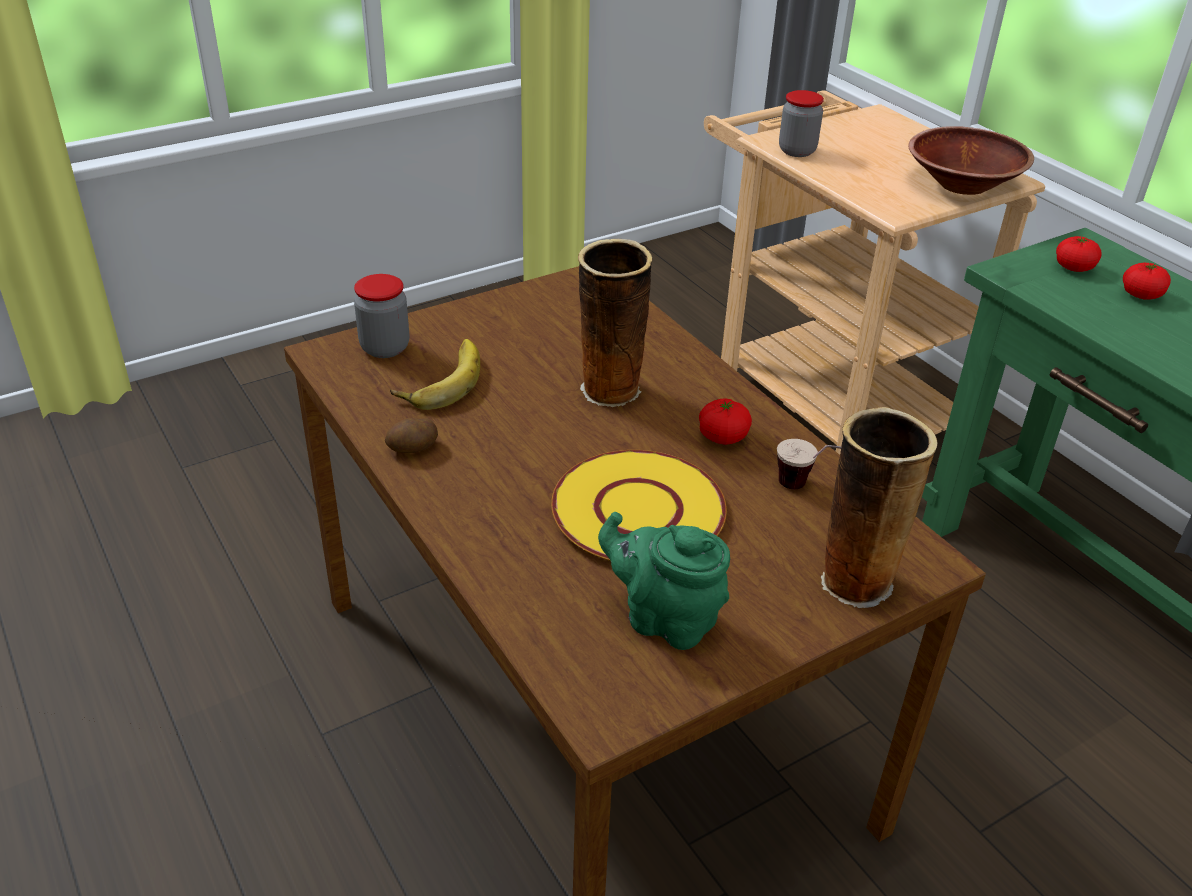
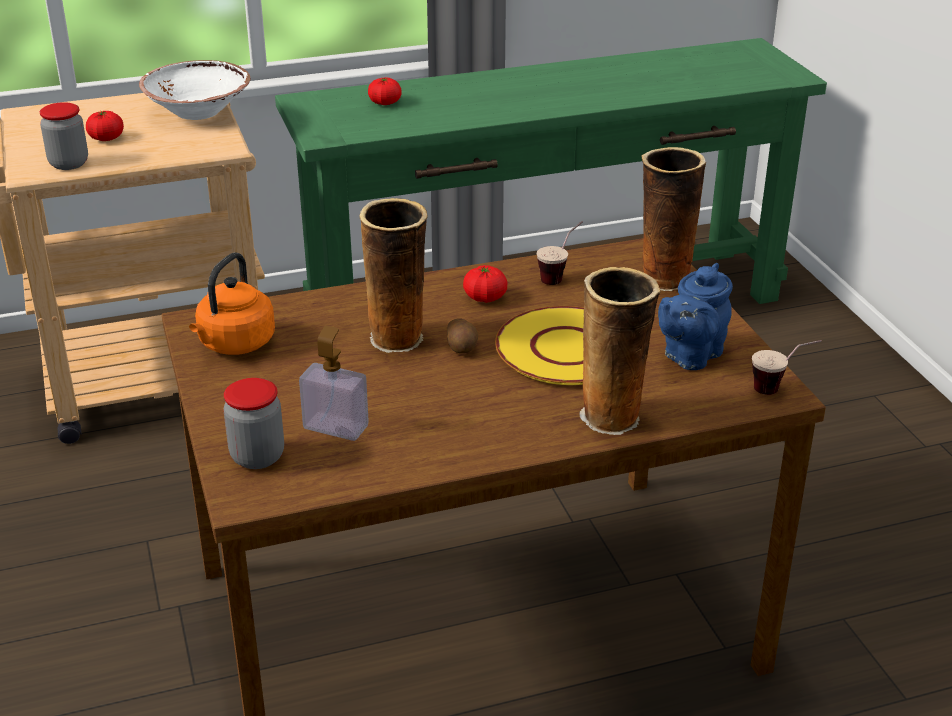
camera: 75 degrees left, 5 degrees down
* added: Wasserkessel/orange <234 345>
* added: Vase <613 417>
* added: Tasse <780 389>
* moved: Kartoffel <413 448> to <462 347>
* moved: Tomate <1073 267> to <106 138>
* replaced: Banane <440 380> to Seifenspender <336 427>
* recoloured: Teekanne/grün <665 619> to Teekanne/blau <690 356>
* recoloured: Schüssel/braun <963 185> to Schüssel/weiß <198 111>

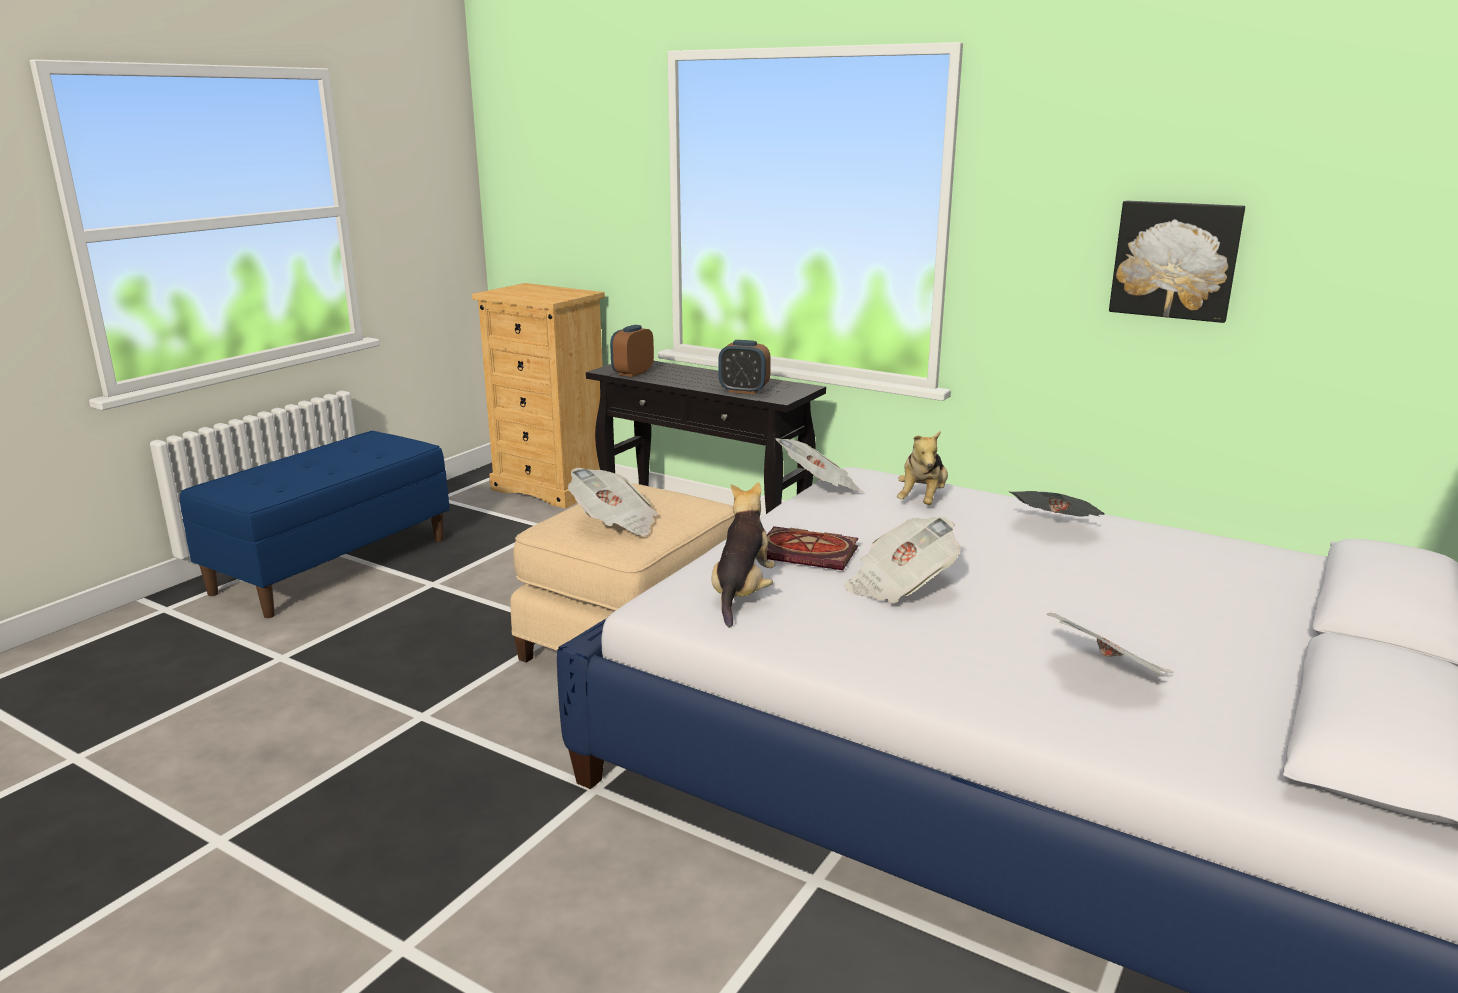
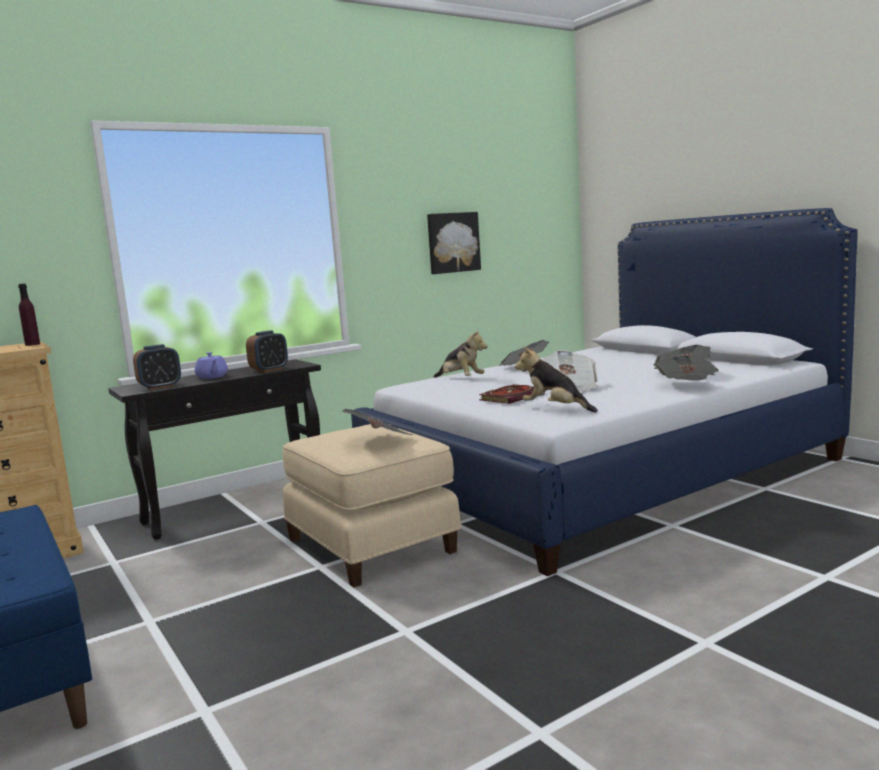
camera: 65 degrees left, 10 degrees down
* added: Flasche/lila <32 344>
* added: Teekanne/lila <212 377>
* moved: Zeitung <819 487> to <687 386>
* turned: Wecker <632 373> = <160 387> 90 degrees counterclockwise

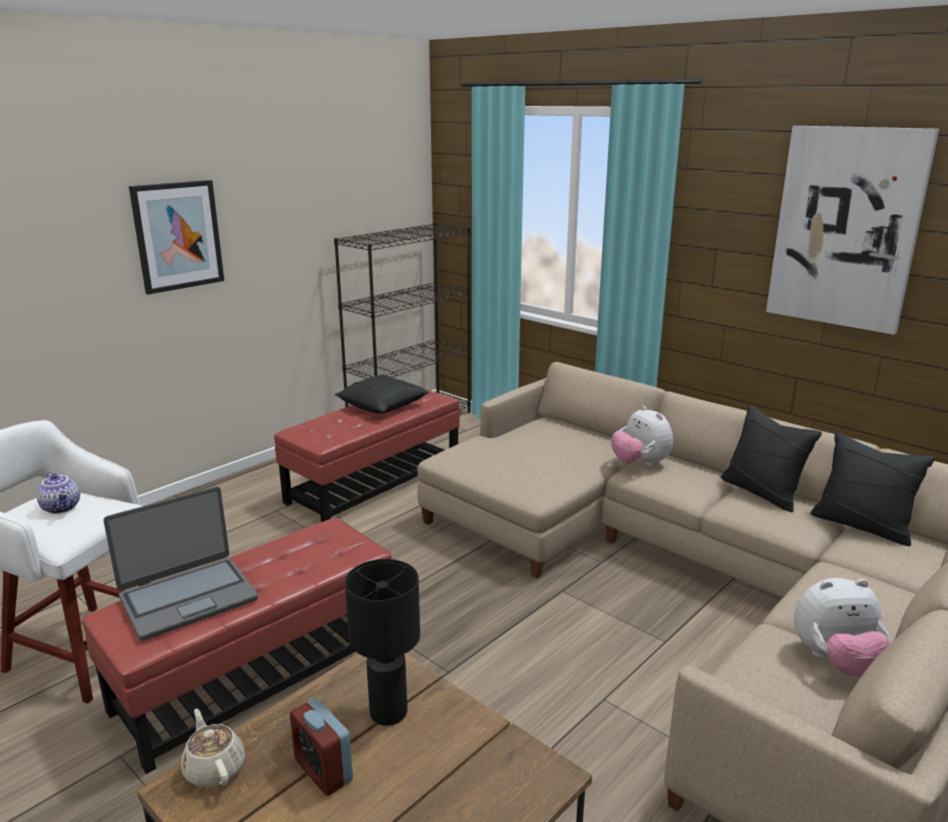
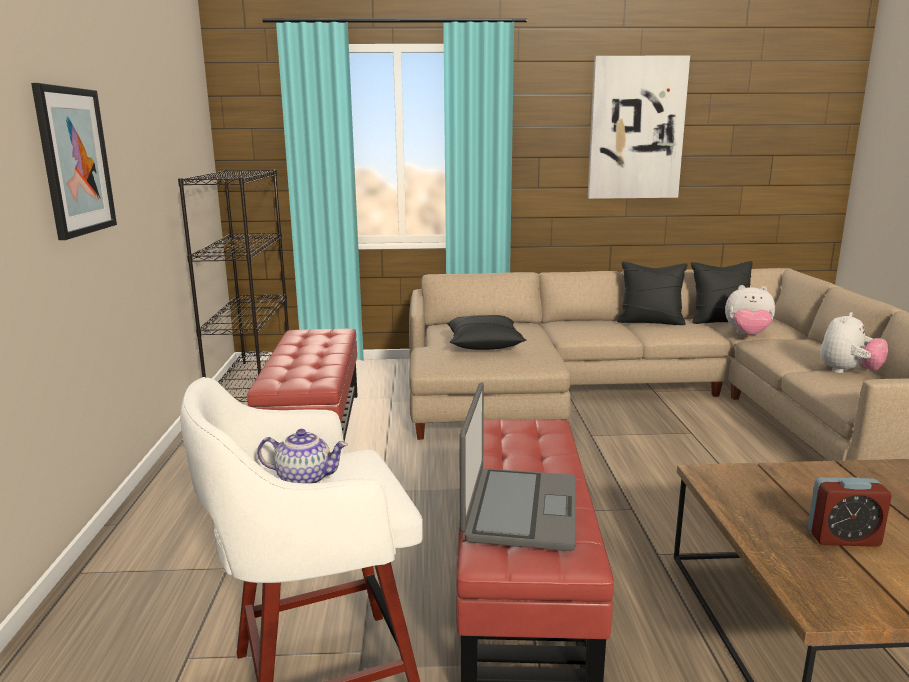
camera: 45 degrees left, 5 degrees down
* removed: Teekanne/beige <214 768>
* removed: Tischlampe/schwarz <388 713>
* moved: Kissen/schwarz <383 406> to <484 344>
* moved: Plüschtier <640 464> to <747 335>

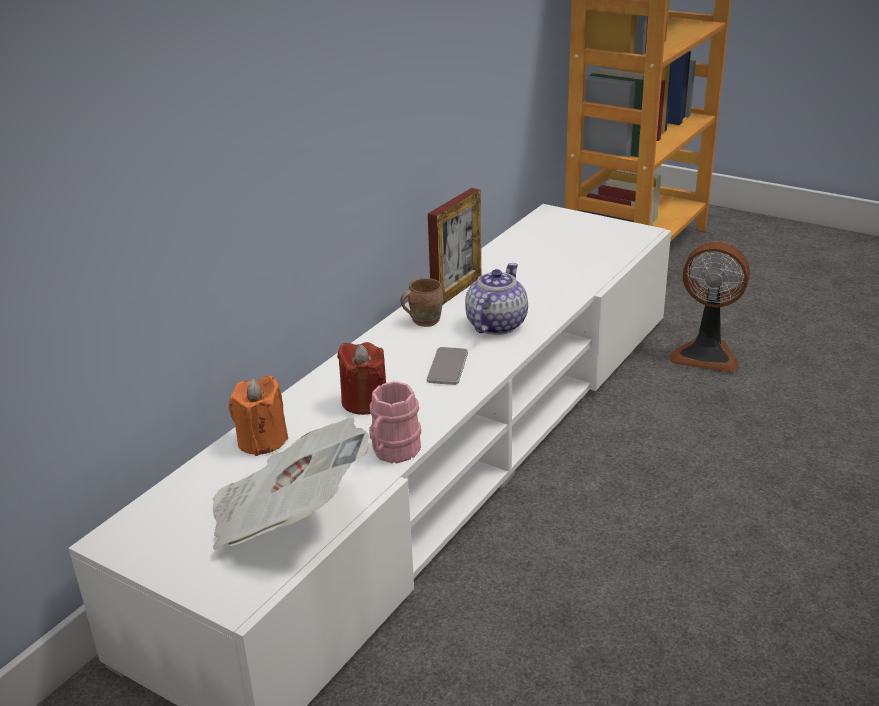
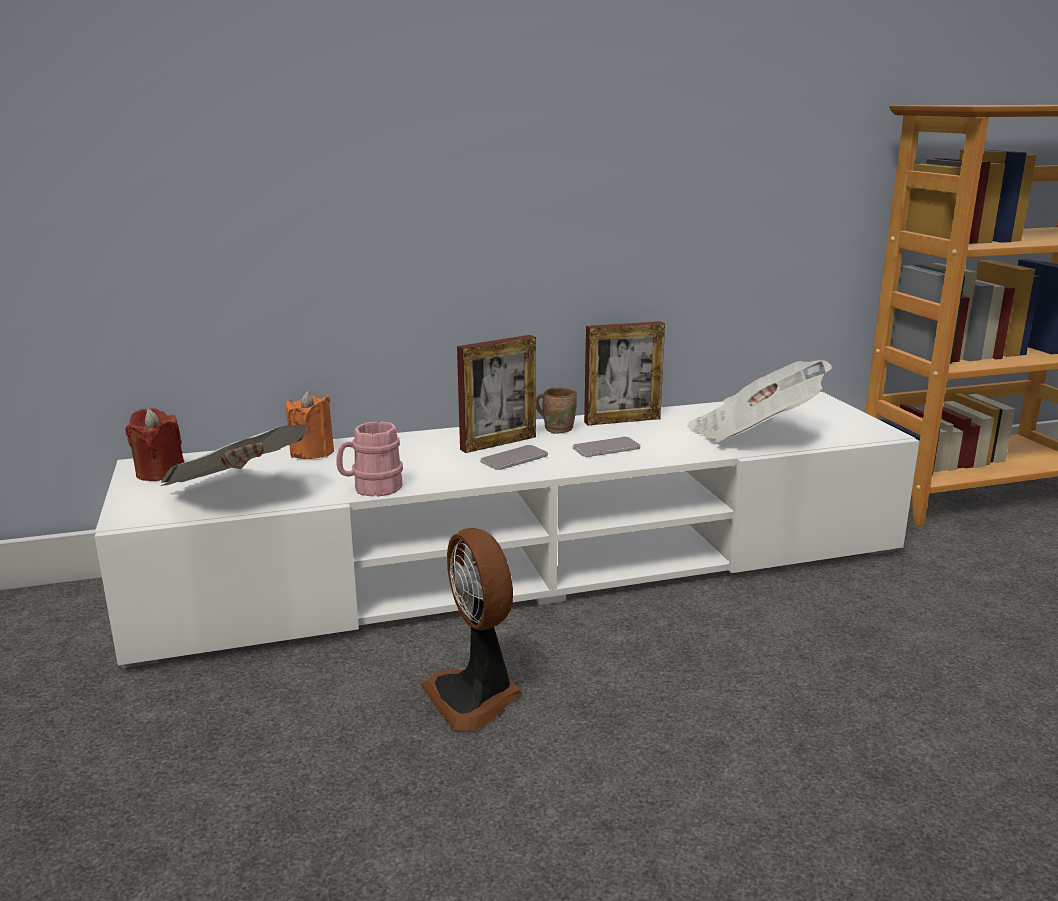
camera: 40 degrees right, 10 degrees down
* added: Bilderrahmen <498 443>
* added: Zeitung <753 434>
* moved: Kerze/rot <364 402> to <160 472>
* moved: Ventilator <706 354> to <475 696>
* replaced: Teekanne <495 325> to Handy <606 448>

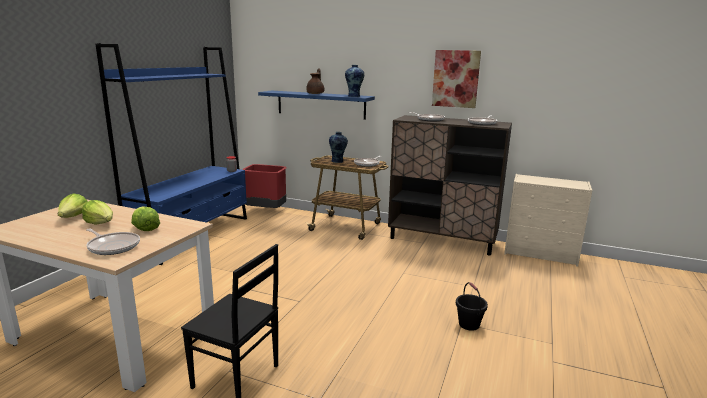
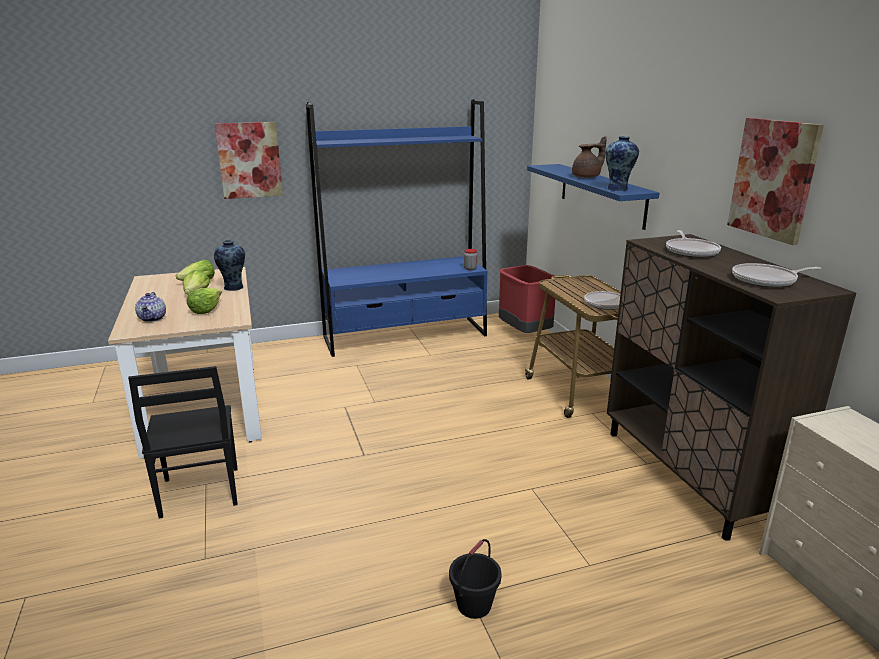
camera: 50 degrees right, 5 degrees up
* added: Bild <249 160>
* moved: Vase <338 161> to <233 288>
* replaced: Pfanne <113 246> to Teekanne <153 319>

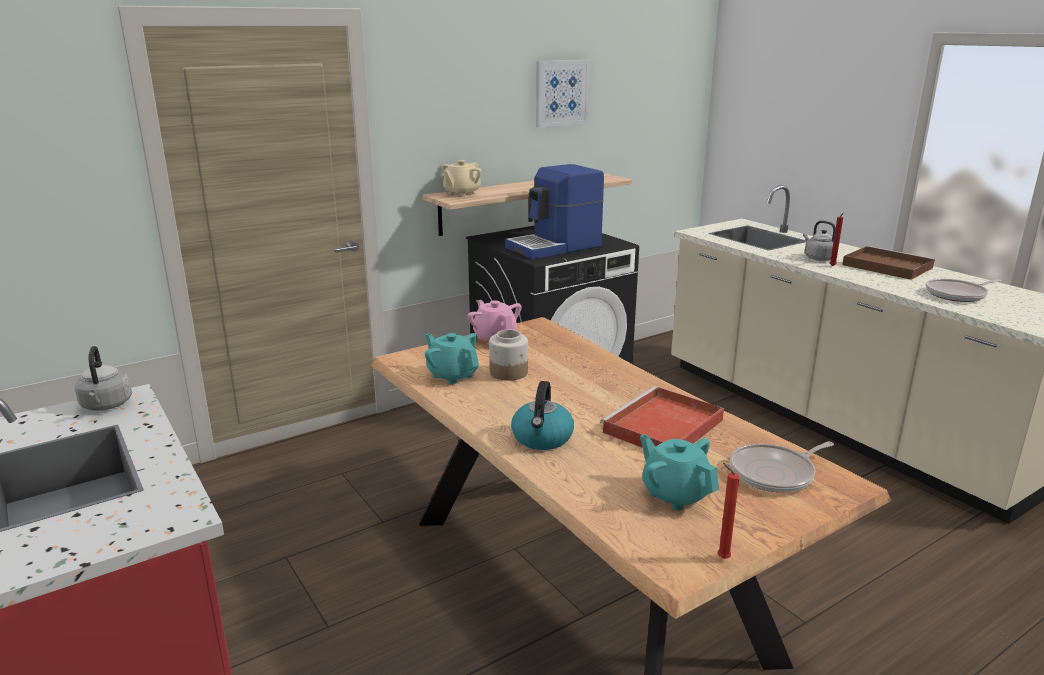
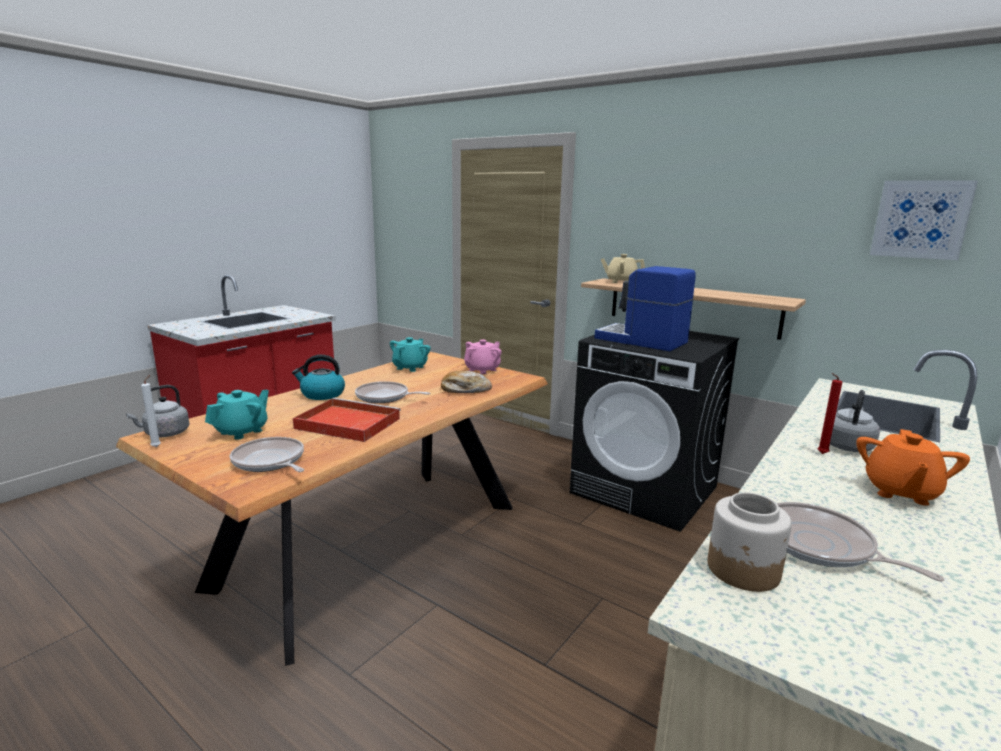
camera: 70 degrees right, 5 degrees down
* added: Pfanne <384 397>
* added: Brot <465 390>
* moved: Wasserkessel/grau <106 405> to <165 434>
* moved: Vorratsglas <509 372> to <743 570>
* moved: Bild <561 93> to <920 219>
* replaced: Tablett/braun <885 266> to Teekanne/orange <900 492>
* recoloured: Kerze/rot <721 557> to Kerze/weiß <157 446>

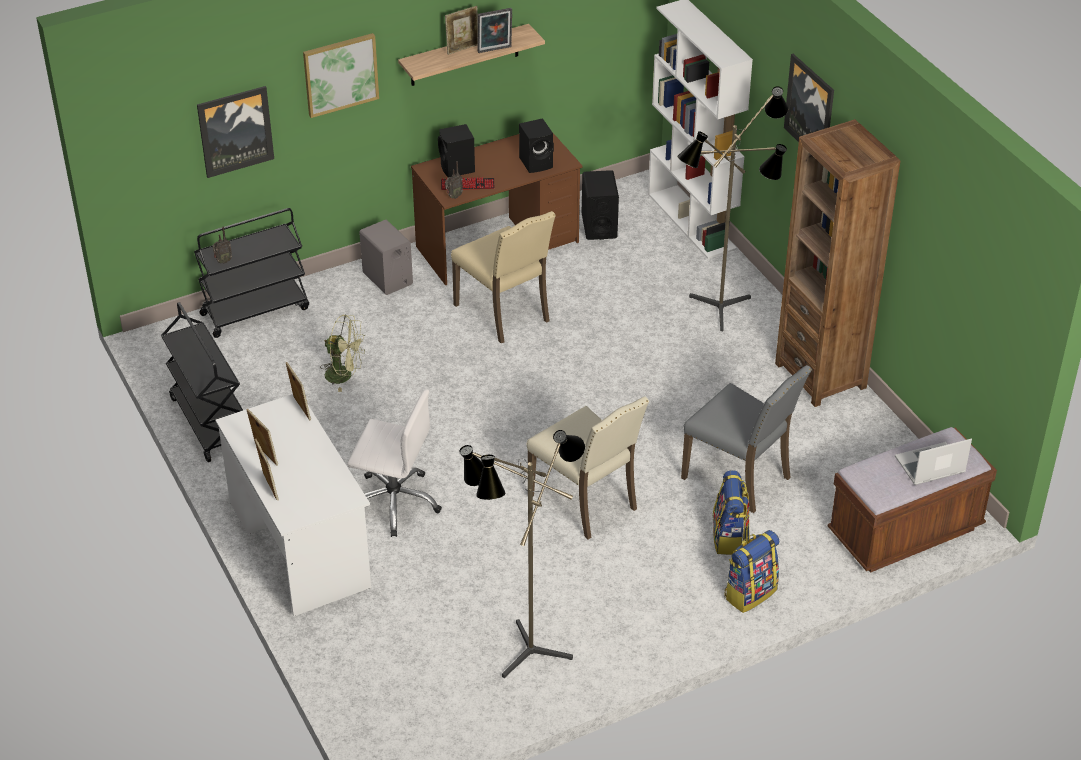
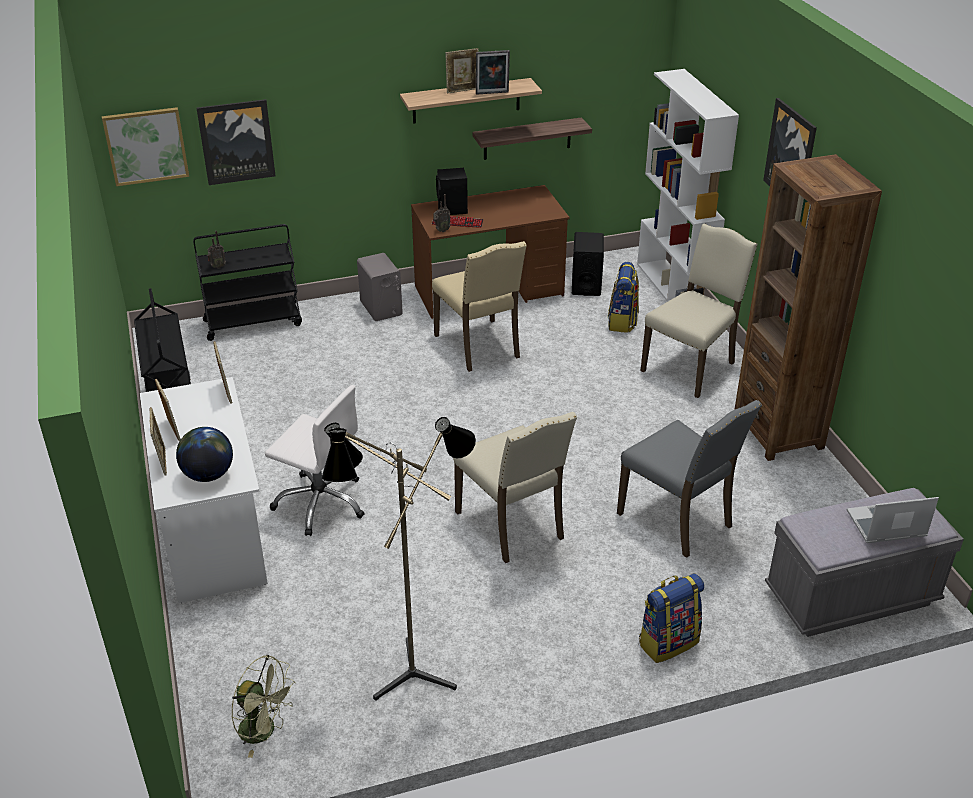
camera: 10 degrees right, 5 degrees down
* removed: Lautsprecher/schwarz <537 163>
* added: Globus <208 474>
* added: Wandregal <527 138>
* moved: Bild <340 74> to <146 146>
* moved: Ventilator/grün <344 375> to <264 731>
* moved: Rucksack <730 538> to <622 322>
* replaced: Stehlampe <725 312> to Stuhl/beige <691 366>
* recoloured: Bank/braun <905 531> to Bank/grau <851 597>

